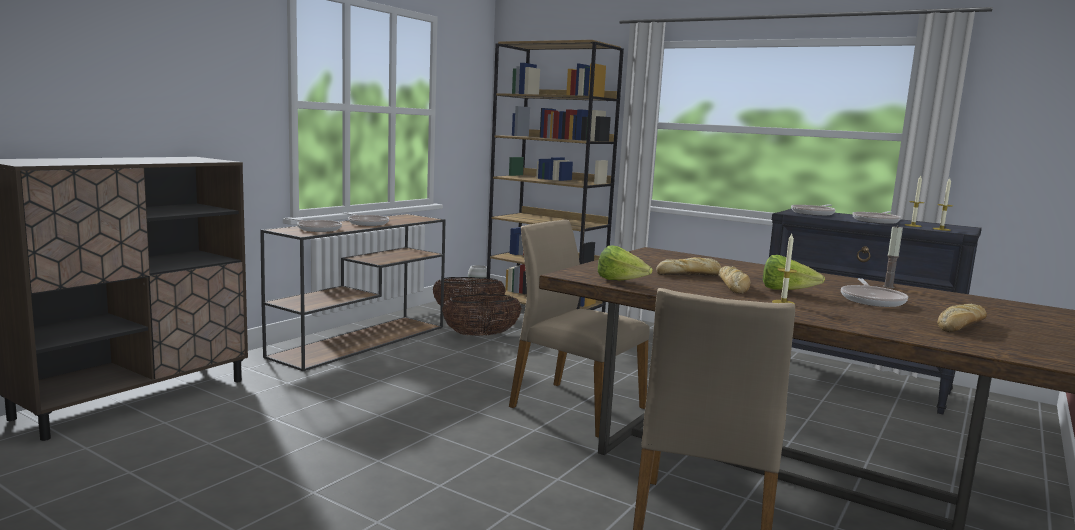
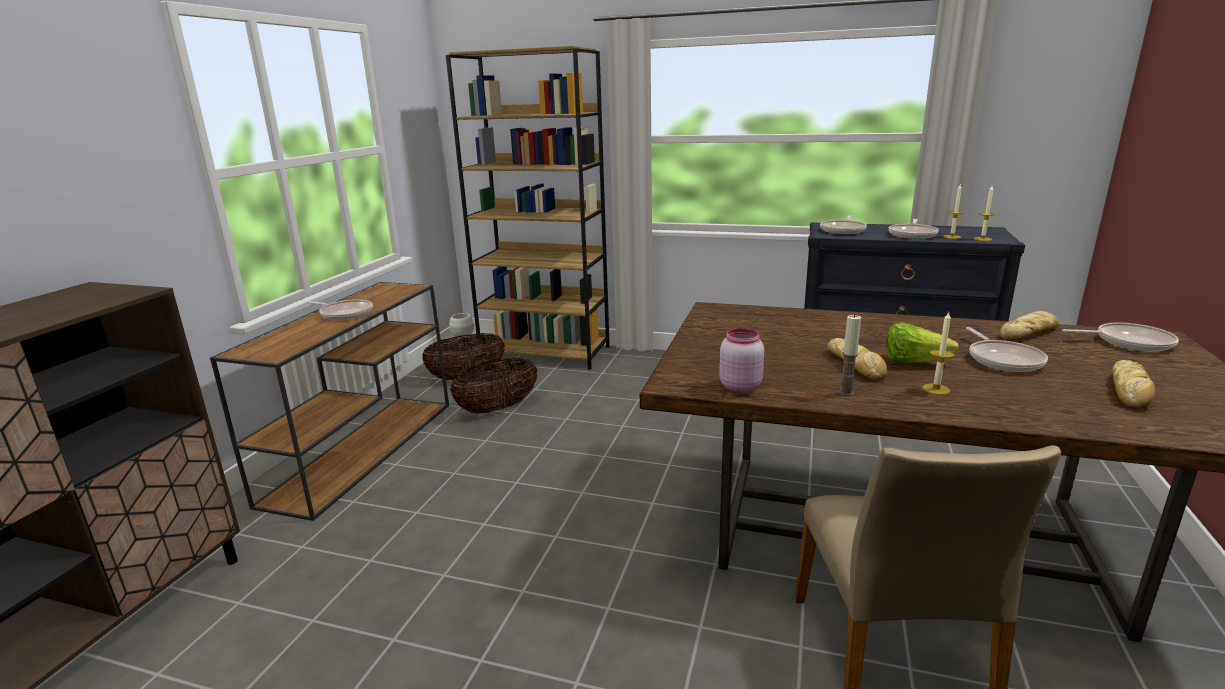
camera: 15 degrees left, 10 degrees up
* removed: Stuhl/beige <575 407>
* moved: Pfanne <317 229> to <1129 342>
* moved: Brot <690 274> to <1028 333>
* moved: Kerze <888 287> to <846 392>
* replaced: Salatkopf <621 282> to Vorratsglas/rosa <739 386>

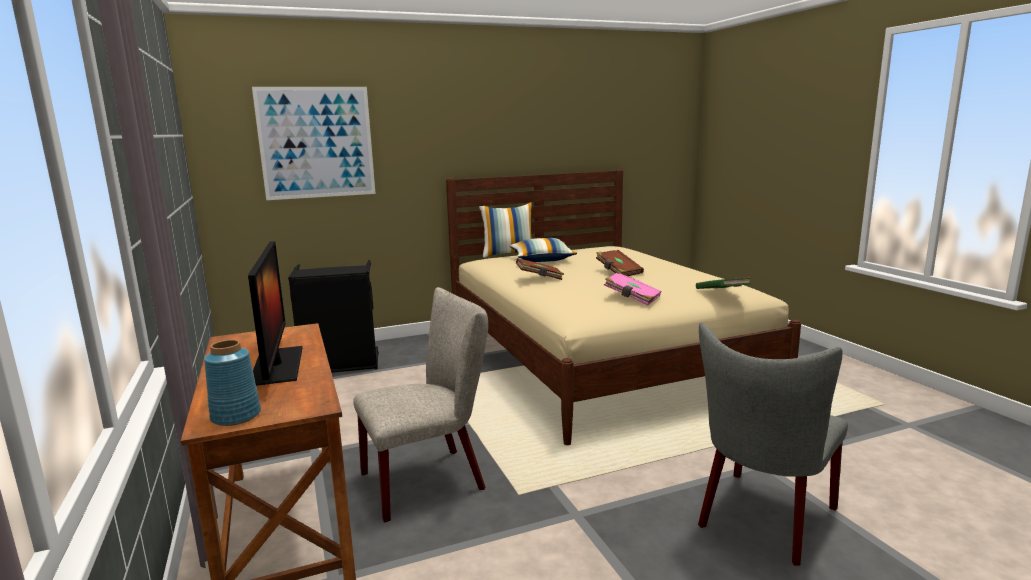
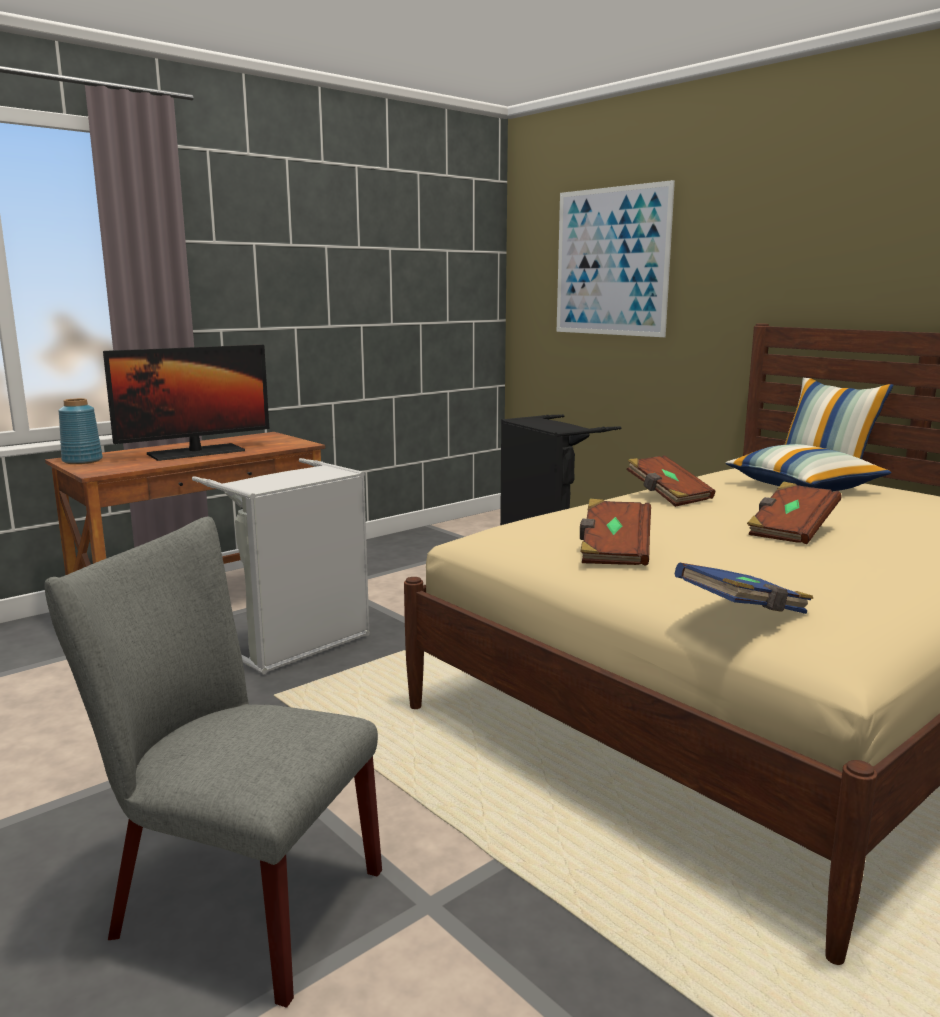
camera: 70 degrees right, 0 degrees up
* replaced: Stuhl/beige <430 479> to Wäschekorb/grau <298 644>
* recoloured: Buch/rosa <632 299> to Buch/braun <613 552>
* recoloured: Buch/grün <722 294> to Buch/blau <743 613>

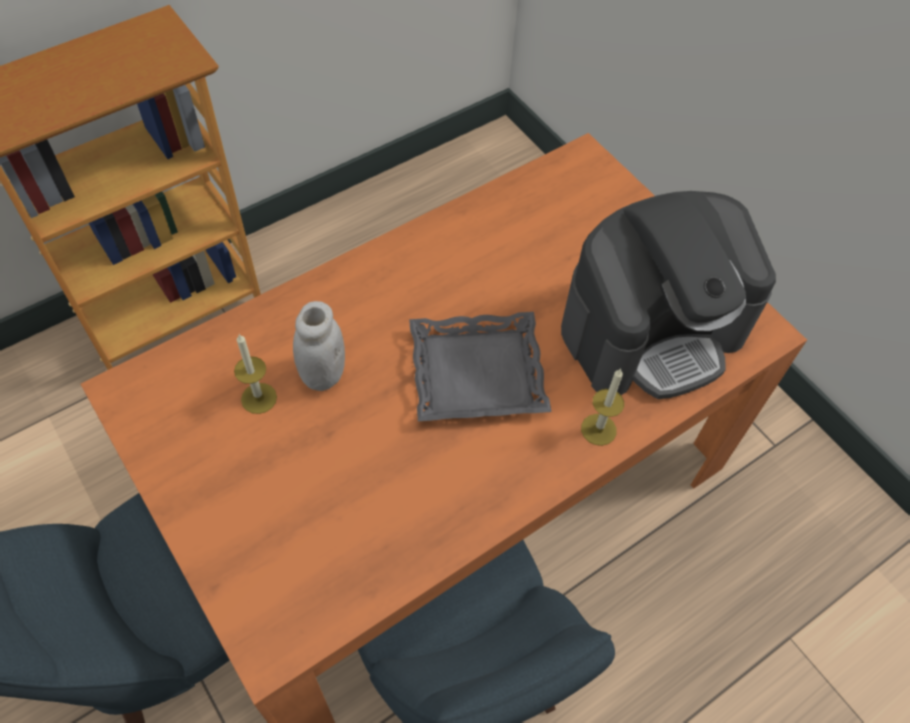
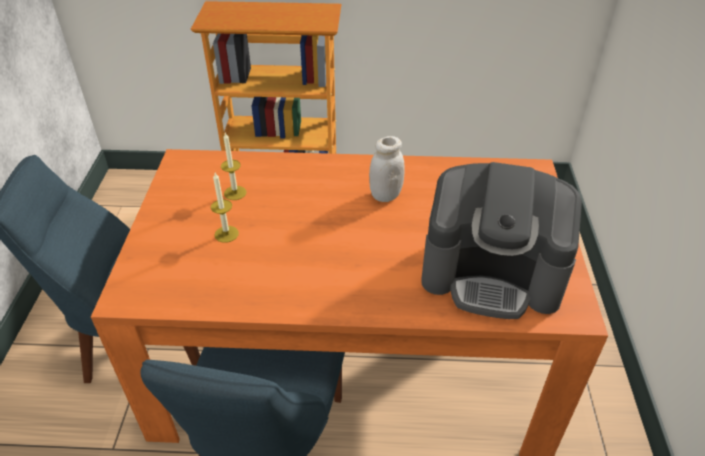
camera: 40 degrees right, 15 degrees down
* removed: Tablett/grau <477 372>
* moved: Vorratsglas/weiß <323 374> to <385 195>
* moved: Kerze <598 429> to <226 234>

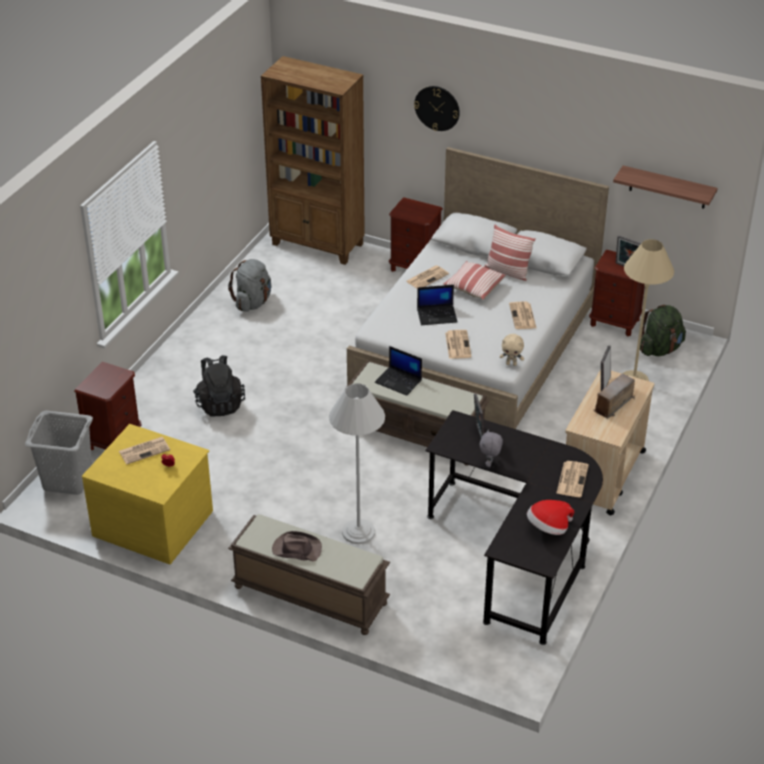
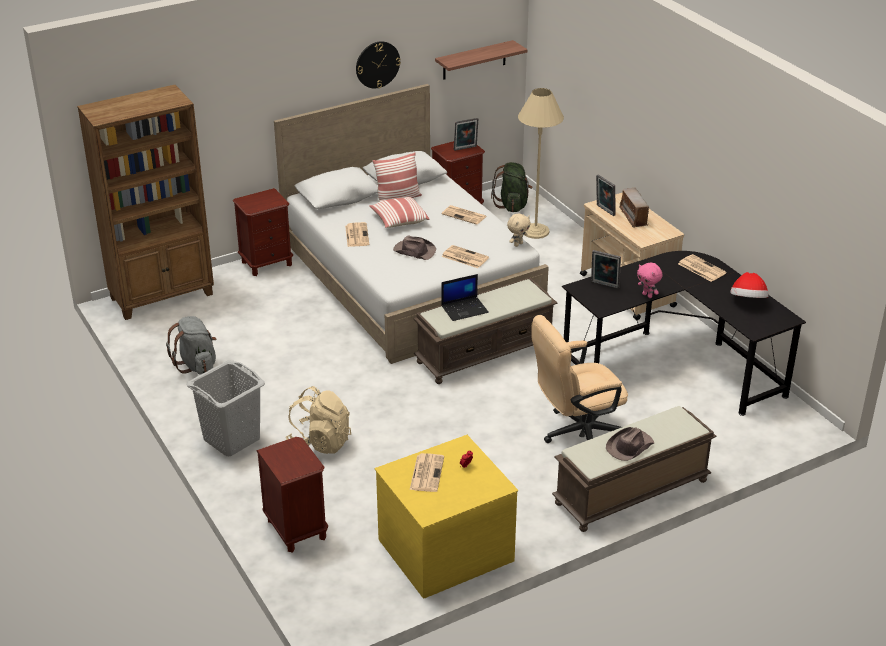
camera: 55 degrees left, 5 degrees down
* moved: Wäschekorb/grau <67 479> to <231 439>
* moved: Wanduhr <437 108> to <377 64>
* replaced: Stehlampe/weiß <358 532> to Bürostuhl/beige <576 433>
* replaced: Laptop <437 315> to Hut/braun <414 251>
* recoloured: Rucksack/schwarz <220 404> to Rucksack/beige <320 442>
* recoloured: Plüschtier/grau <490 464> to Plüschtier/rosa <647 295>

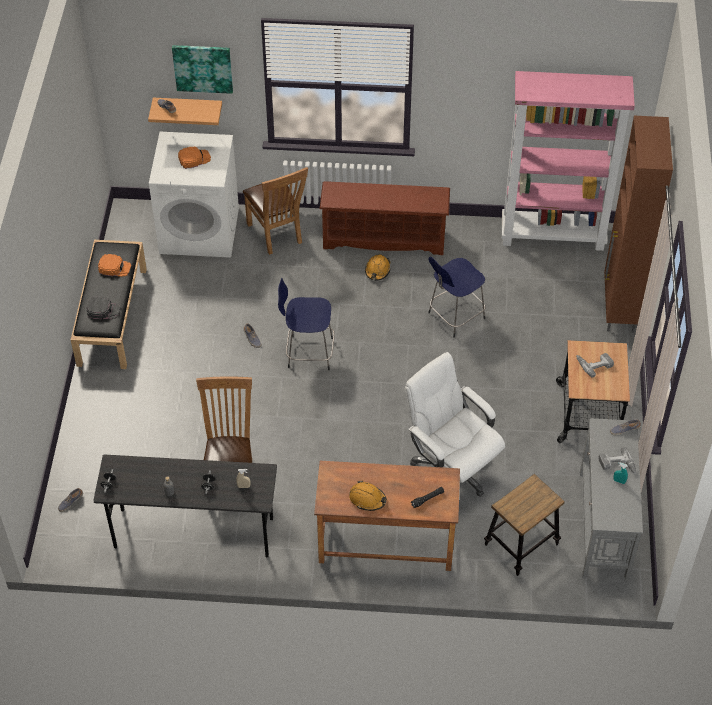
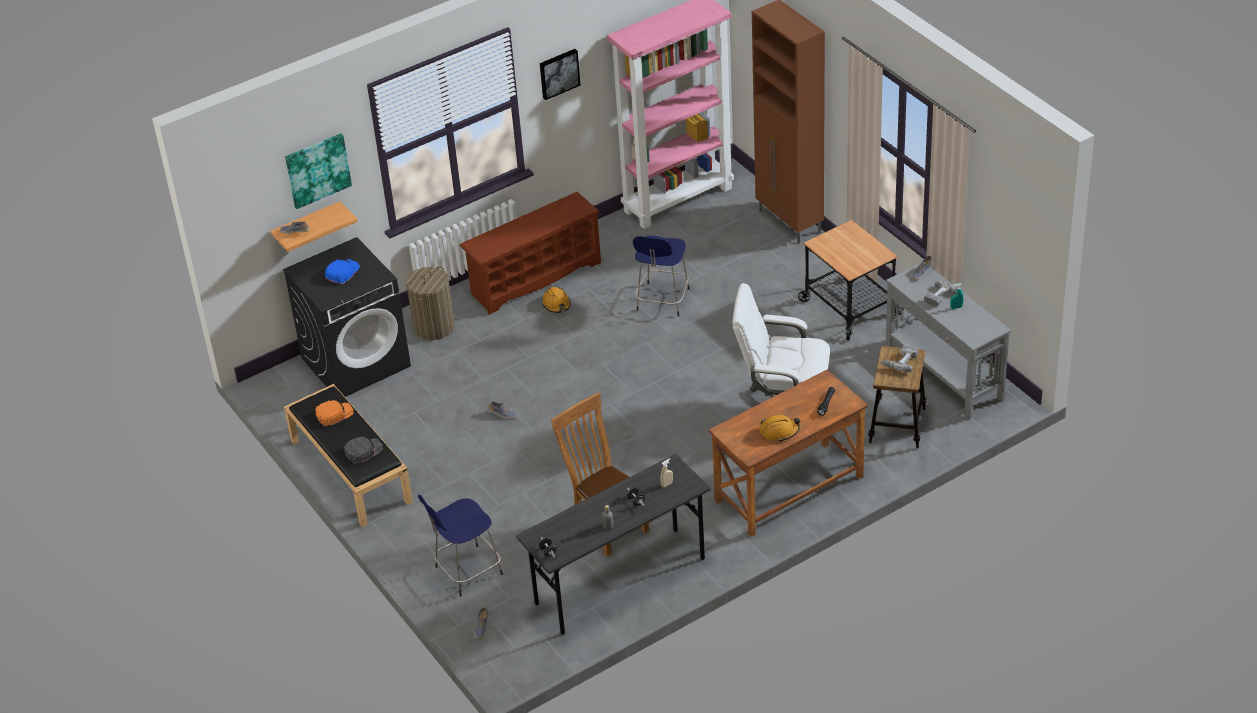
camera: 35 degrees left, 10 degrees down
* added: Bild <558 73>
* moved: Hocker/blau <308 352> to <466 572>
* moved: Bohrmaschine <594 363> to <899 361>
* replaced: Stuhl/braun <277 235> to Wäschekorb <434 327>
* recoloured: Waschmaschine/weiß <200 230> to Waschmaschine/schwarz <356 362>
* recoloured: Kappe/orange <194 159> to Kappe/blau <342 272>

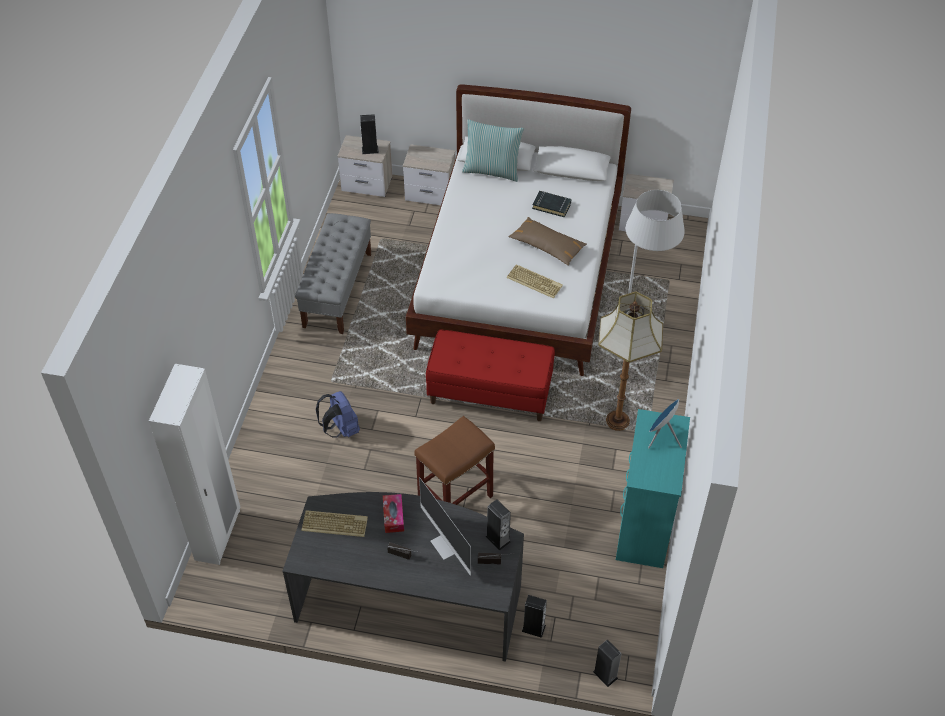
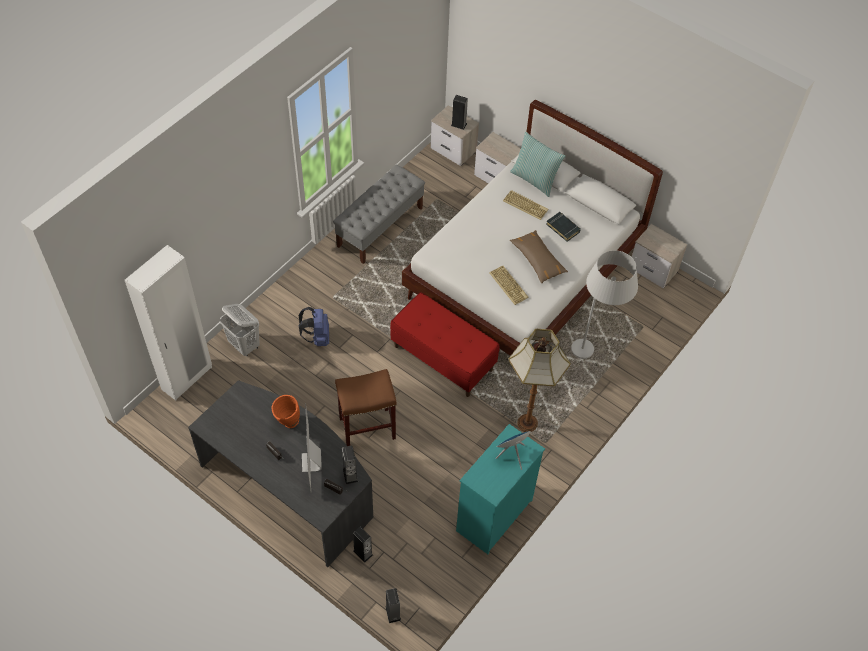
camera: 25 degrees right, 5 degrees up
* added: Wäschekorb/weiß <244 345>
* moved: Tastatur <335 523> to <526 205>
* replaced: Taschentuchbox <393 516> to Vase/orange <287 423>

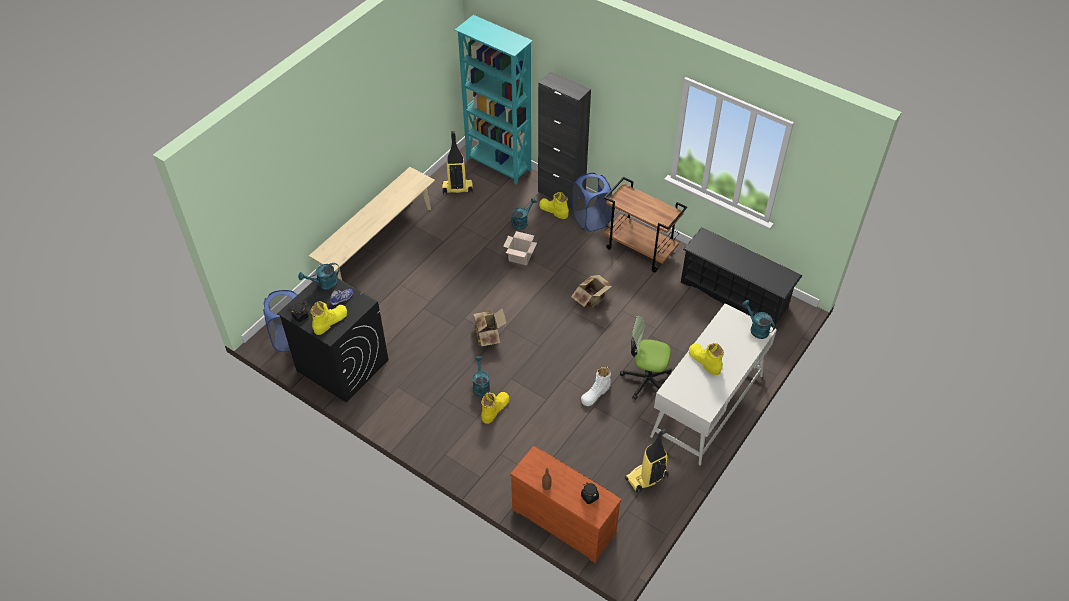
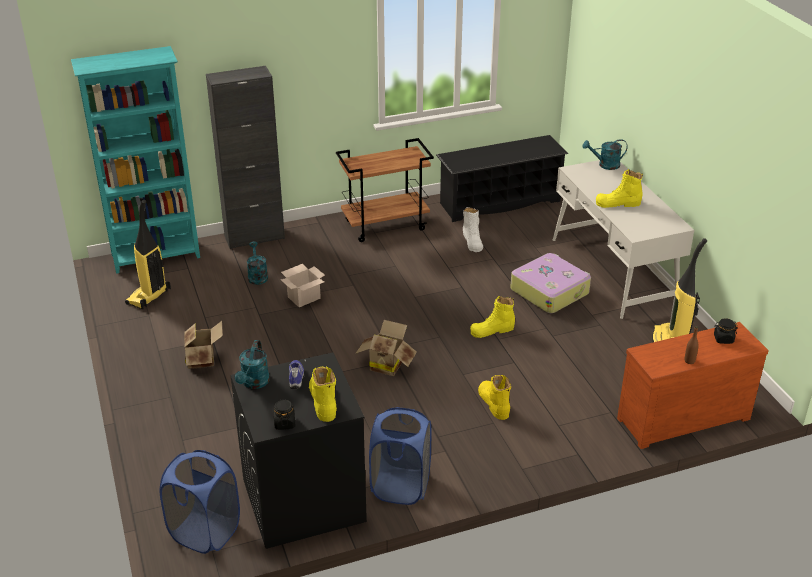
camera: 55 degrees left, 15 degrees down
* removed: Bank/beige <378 242>
* removed: Gießkanne/türkis <480 386>
* moved: Stiefel/gelb <553 211> to <492 330>
* moved: Karton <593 299> to <203 359>
* moved: Wäschekorb/blau <591 219> to <400 486>
* moved: Stiefel/weiß <595 393> to <472 241>
* replaced: Bürostuhl <646 380> to Koffer <549 291>

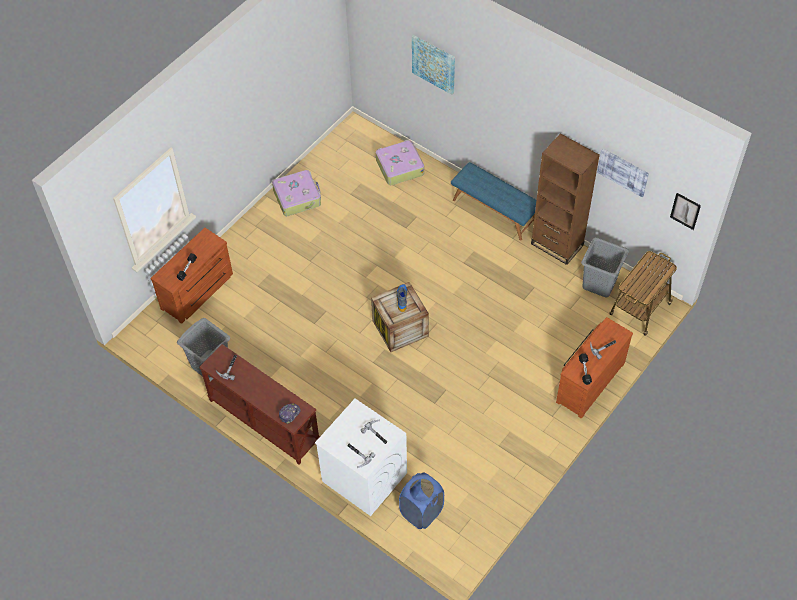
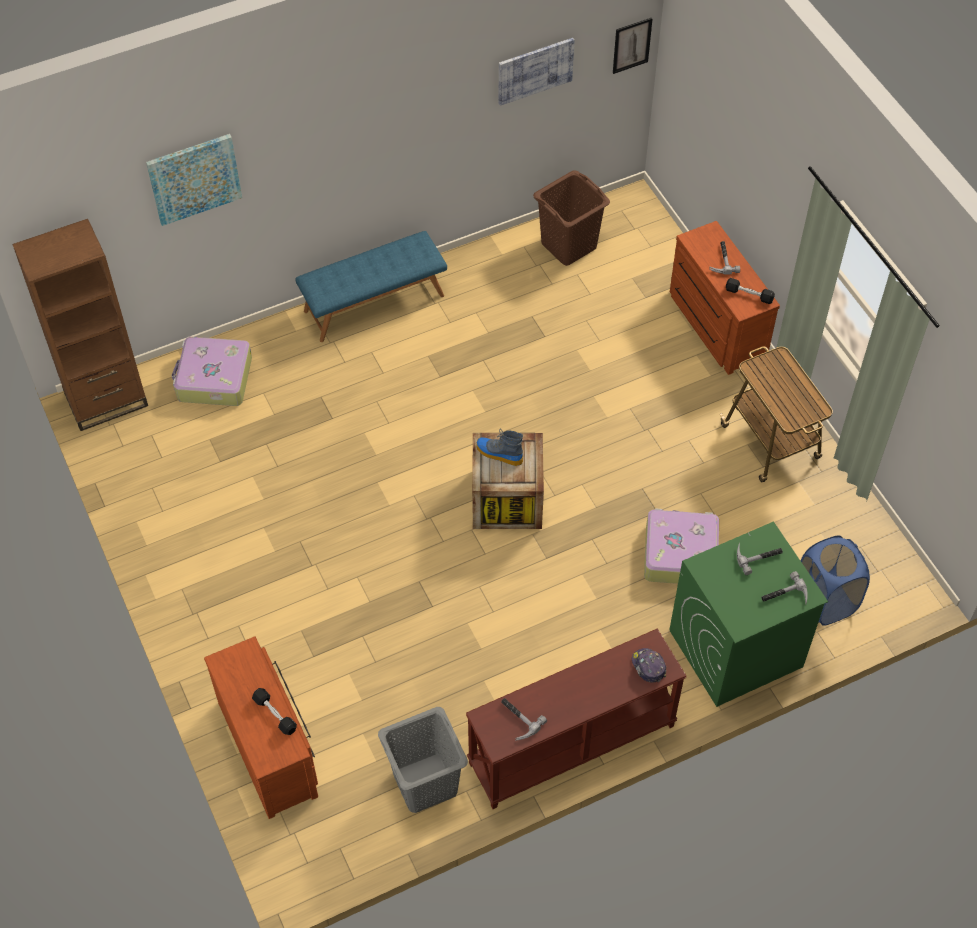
camera: 65 degrees left, 0 degrees up
* moved: Koffer <297 197> to <679 553>
* moved: Bücherregal/braun <557 244> to <106 400>
* moved: Rollwagen <639 310> to <771 443>
* recoloured: Waschmaschine/weiß <363 477> to Waschmaschine/grün <735 649>
* recoloured: Wäschekorb/grau <599 283> to Wäschekorb/braun <569 245>

